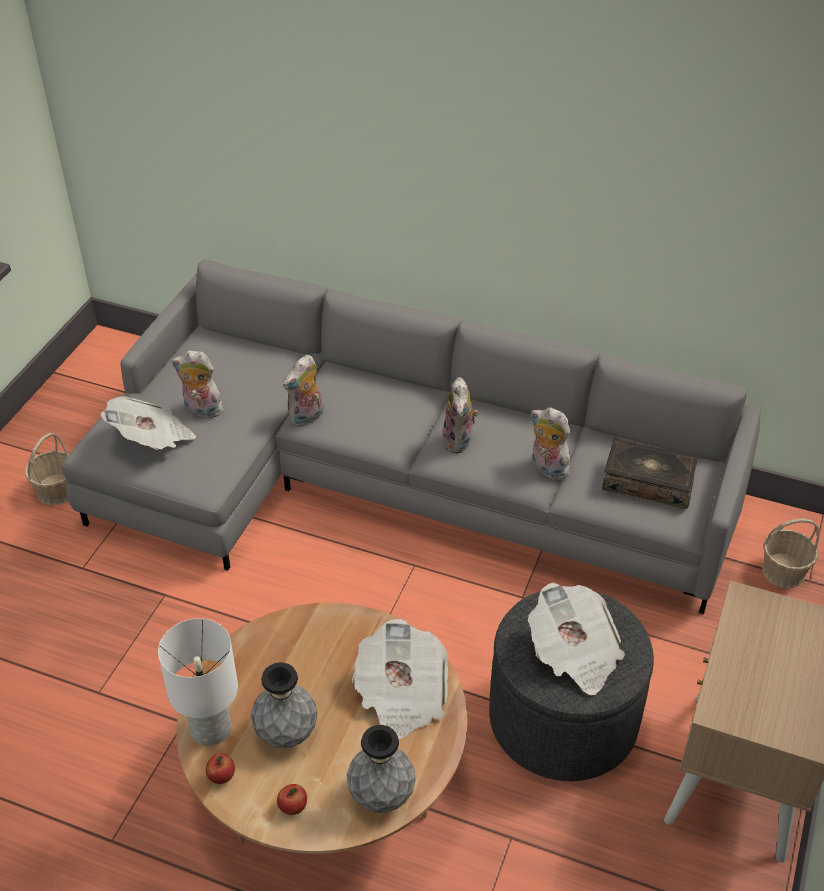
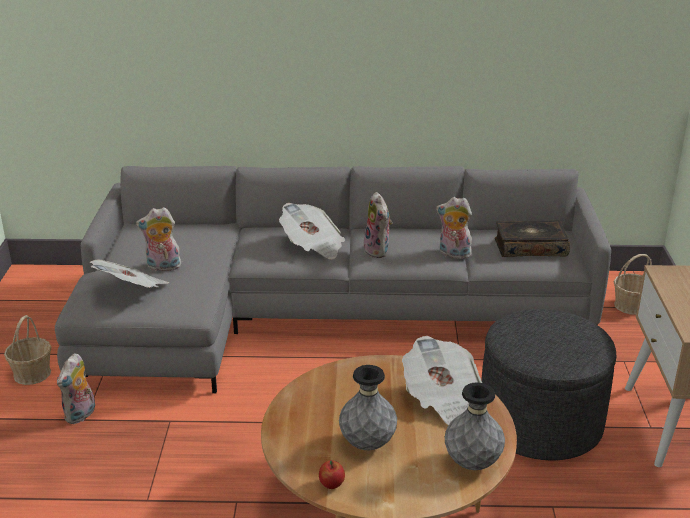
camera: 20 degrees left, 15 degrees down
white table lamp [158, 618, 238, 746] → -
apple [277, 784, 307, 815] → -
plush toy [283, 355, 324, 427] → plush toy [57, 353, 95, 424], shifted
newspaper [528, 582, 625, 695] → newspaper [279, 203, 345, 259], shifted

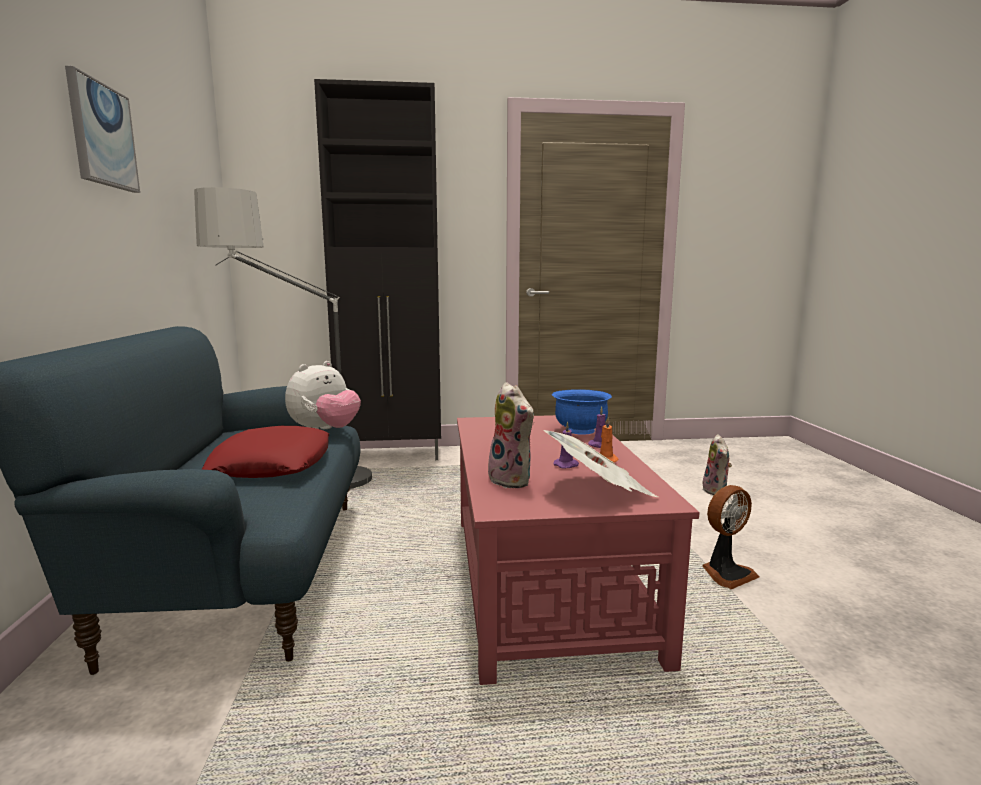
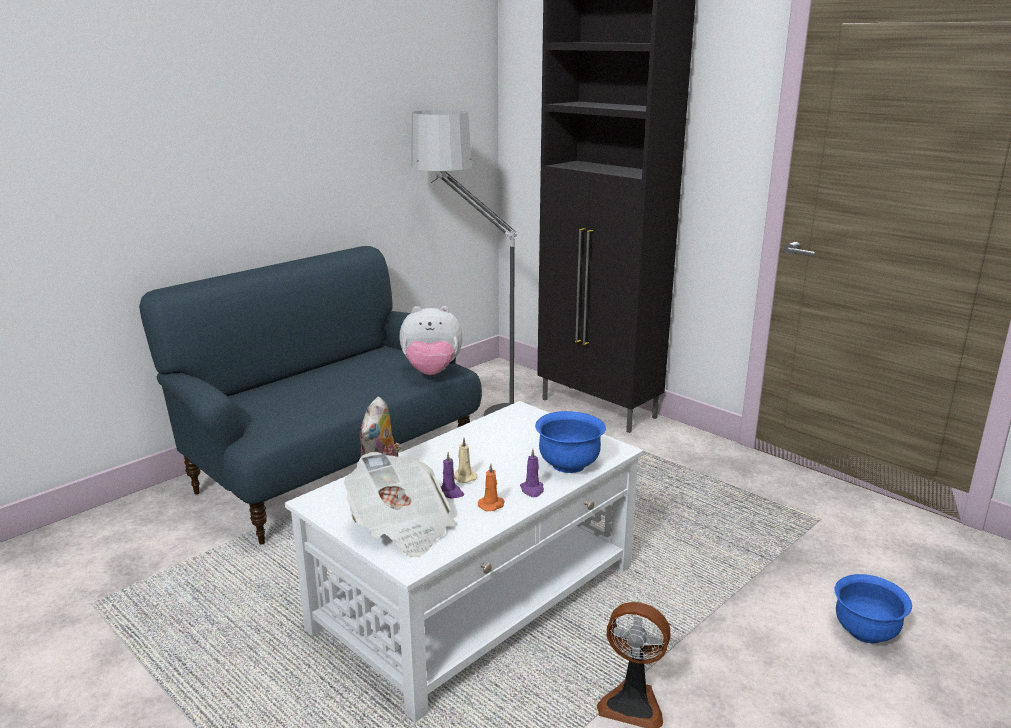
camera: 50 degrees right, 10 degrees up
picture [65, 66, 140, 193] → -
red pillow [201, 426, 329, 478] → -
red coffee table [457, 415, 700, 685] → white coffee table [285, 401, 643, 723]
plush toy [703, 434, 732, 495] → blue bowl [834, 574, 912, 643]
- → beige candle [454, 438, 477, 483]

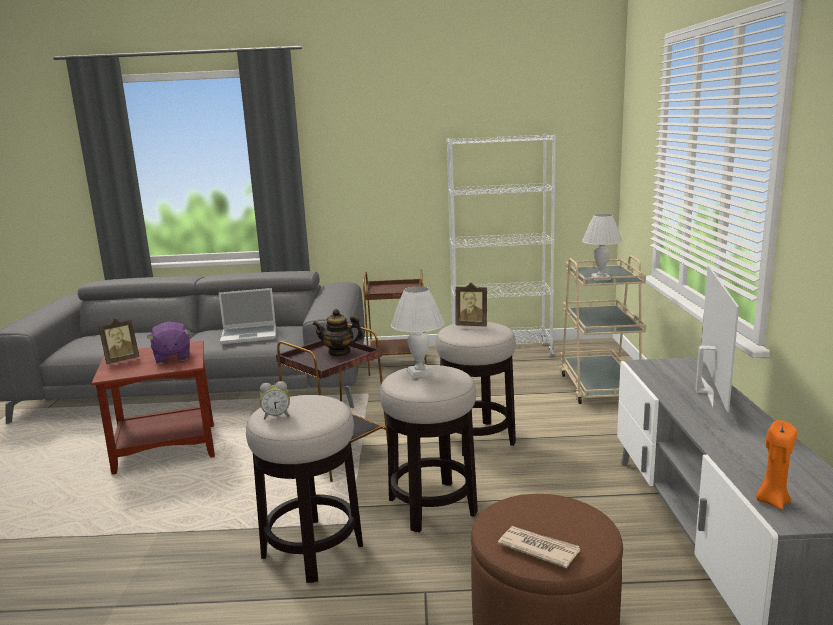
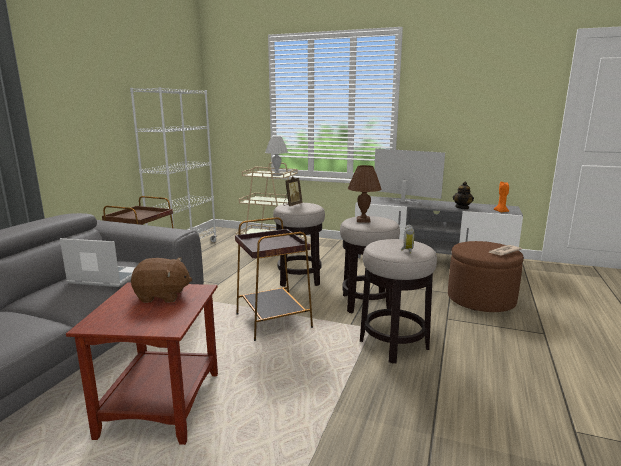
camera: 70 degrees left, 0 degrees up
picture frame [98, 318, 139, 364] → -
purple plush toy [147, 321, 191, 364] → brown plush toy [131, 257, 192, 303]
laptop [219, 288, 276, 344] → laptop [60, 238, 136, 287], 90 degrees counterclockwise
teapot [313, 309, 364, 357] → teapot [453, 181, 474, 209], shifted
white table lamp [391, 286, 445, 378] → brown table lamp [348, 165, 382, 223]

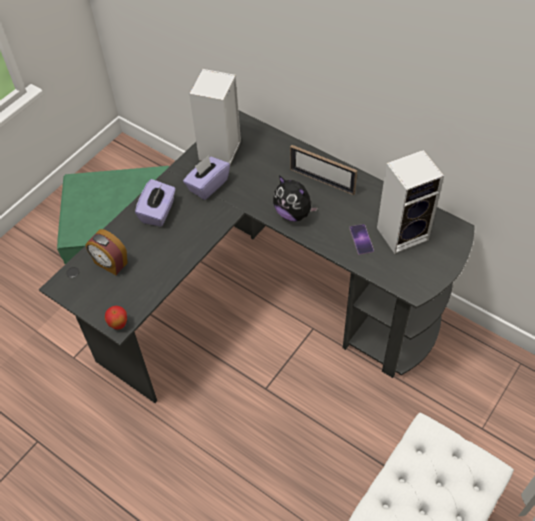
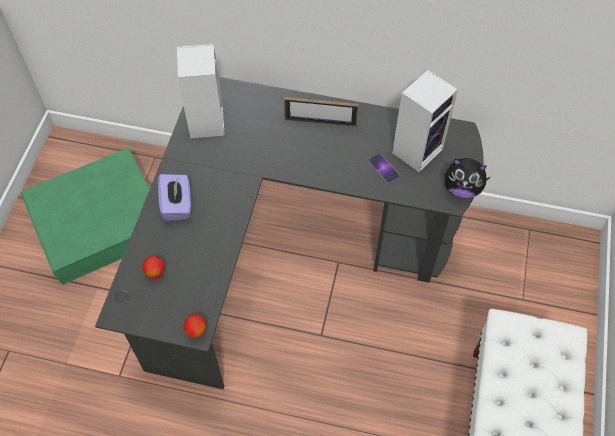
camera: 25 degrees left, 5 degrees up
alarm clock [86, 229, 128, 275] → apple [142, 256, 165, 279]
purple tissue box [183, 156, 230, 200] → -
plush toy [273, 175, 318, 222] → plush toy [445, 158, 491, 198], shifted

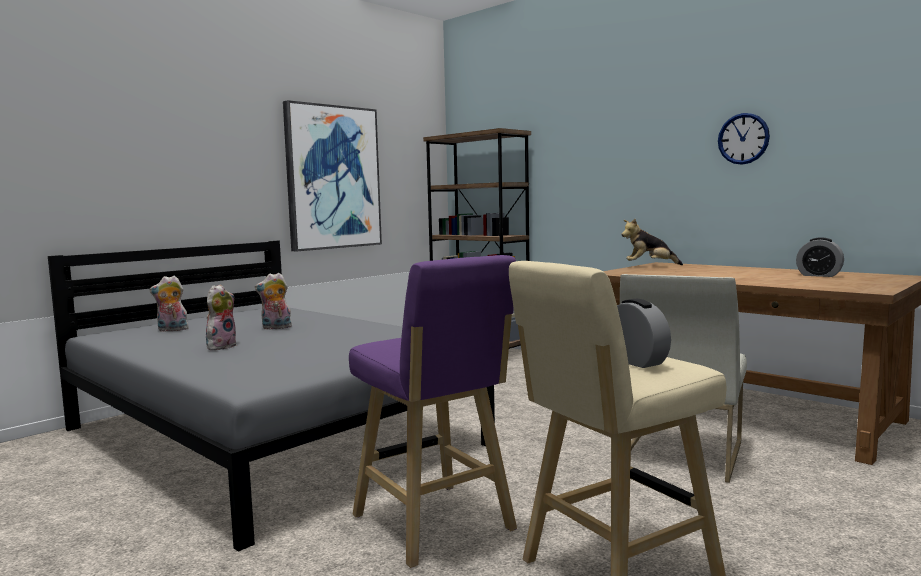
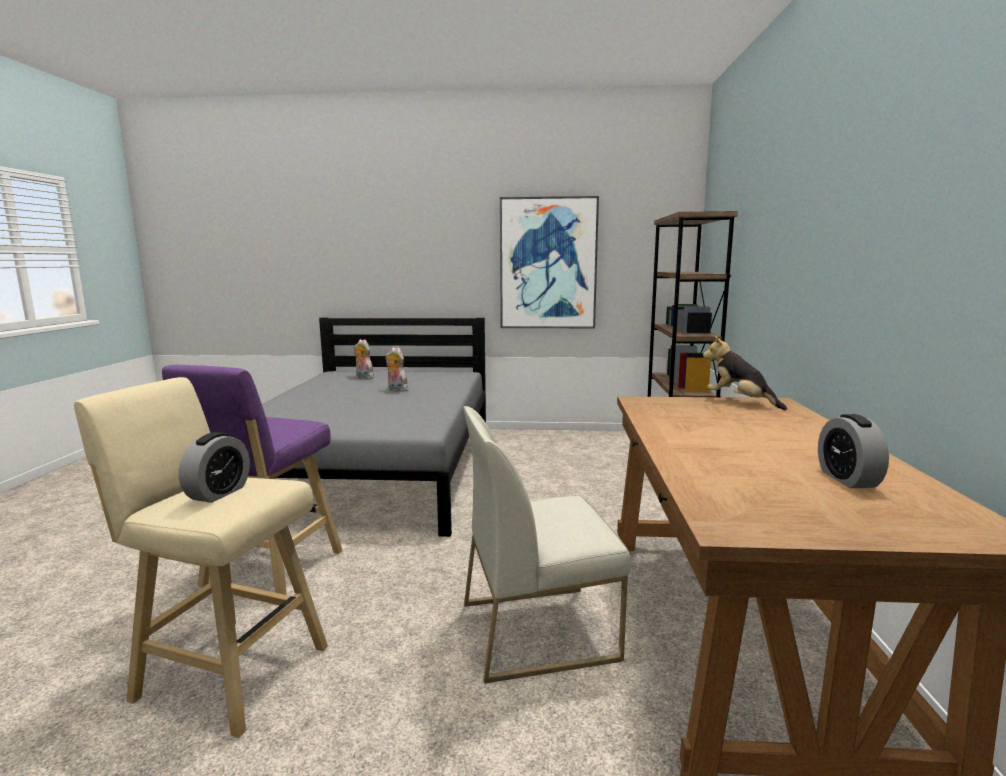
camera: 50 degrees right, 5 degrees up
plush toy [206, 285, 237, 350] → -
wall clock [718, 113, 770, 165] → -

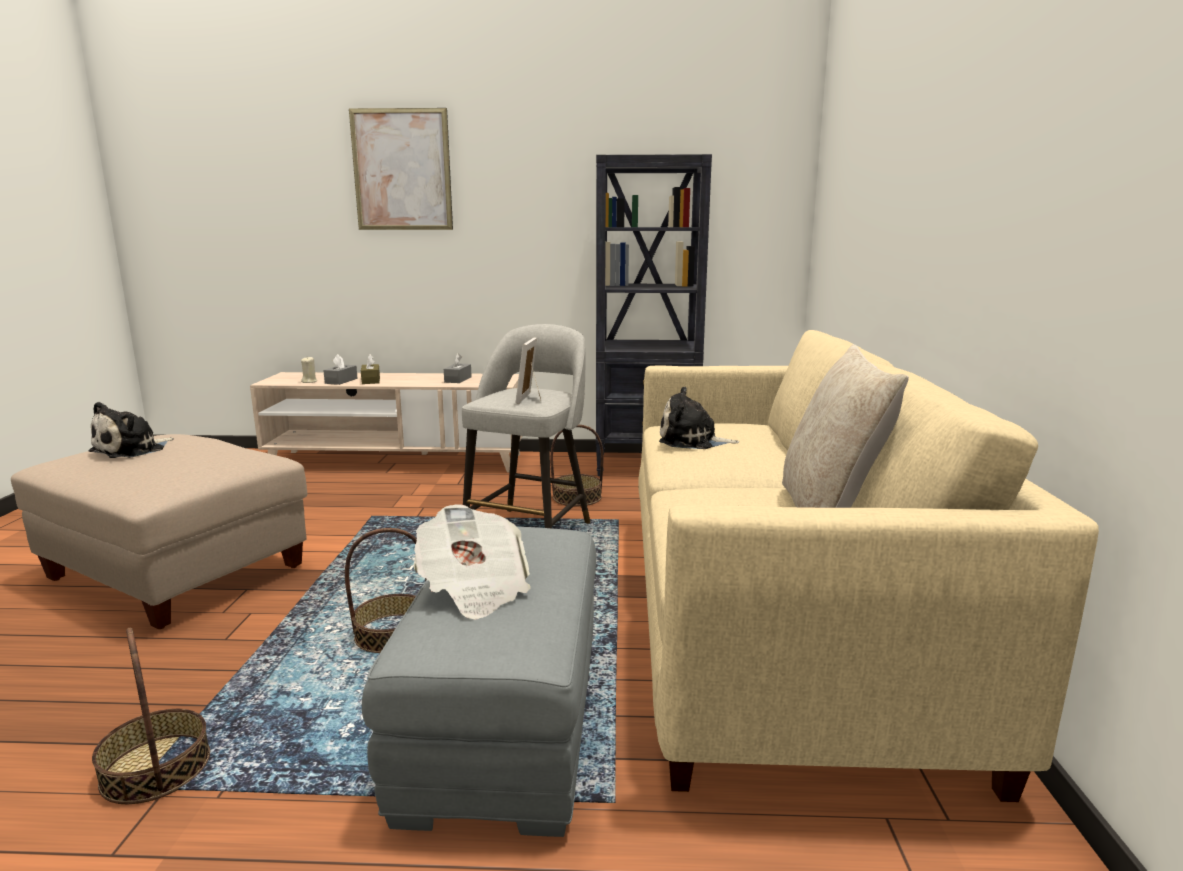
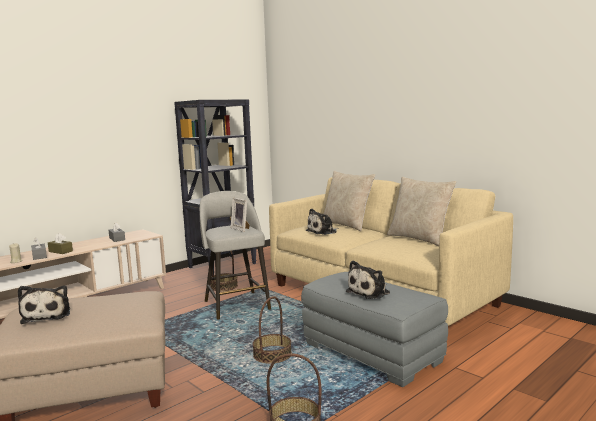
camera: 45 degrees left, 5 degrees down
picture [349, 108, 453, 230] → -
newspaper [413, 504, 531, 620] → plush toy [346, 260, 390, 299]
- → beige pillow [324, 171, 375, 231]

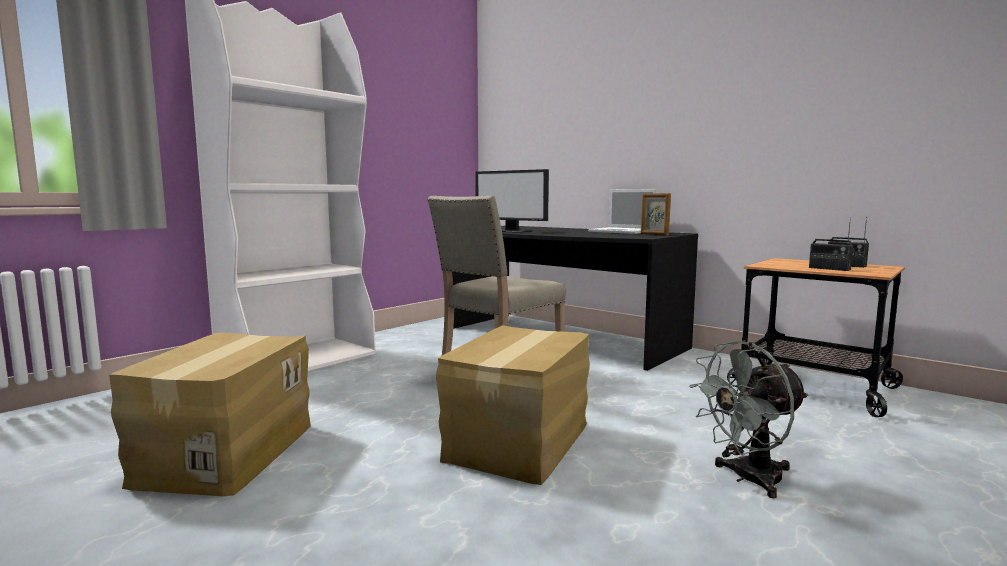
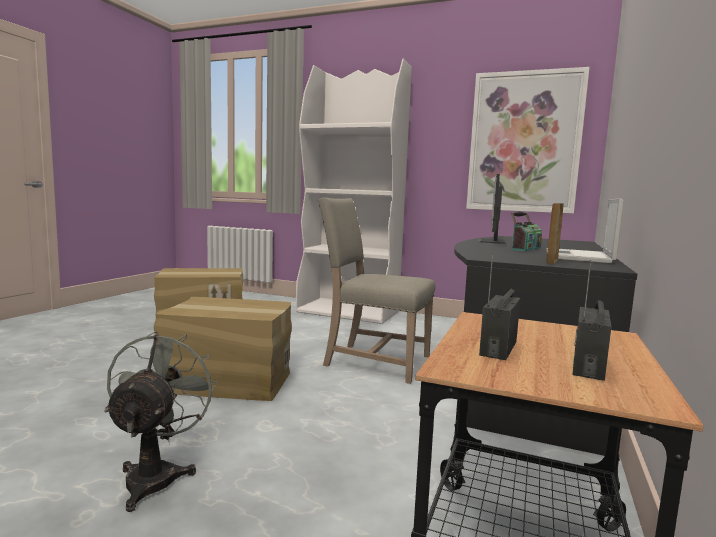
camera: 70 degrees right, 0 degrees up
grey fan [689, 341, 809, 499] → grey fan [104, 331, 218, 512], 45 degrees clockwise
- → picture [466, 67, 590, 214]
- → radio [511, 211, 542, 251]

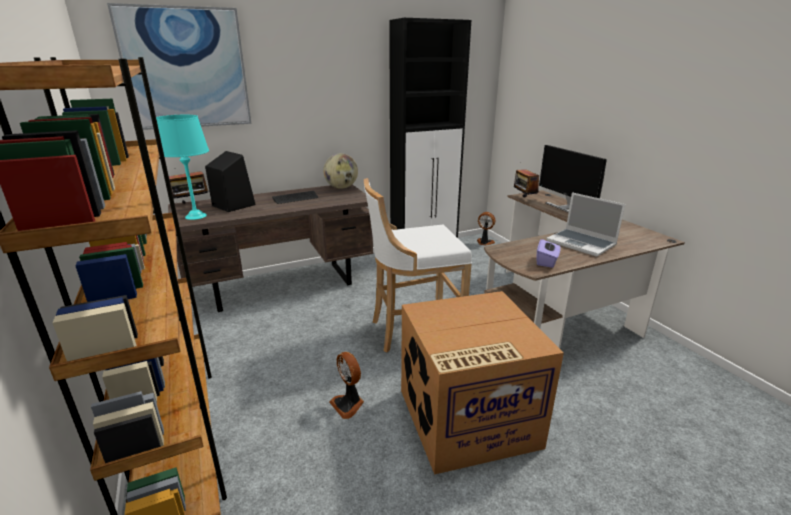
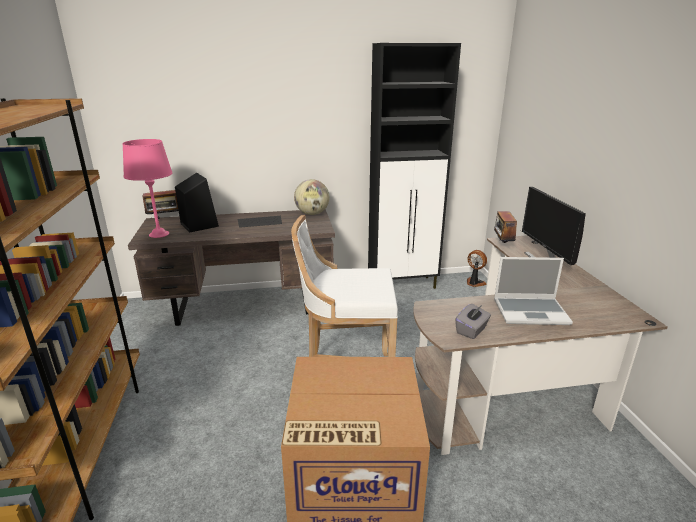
camera: 15 degrees right, 0 degrees up
picture [107, 3, 251, 130] → -
turquoise table lamp [156, 115, 209, 220] → pink table lamp [122, 139, 172, 238]
fan [329, 352, 364, 419] → -
purple tissue box [536, 238, 561, 268] → grey tissue box [455, 304, 491, 339]
laptop [546, 192, 625, 257] → laptop [494, 257, 573, 325], 60 degrees counterclockwise

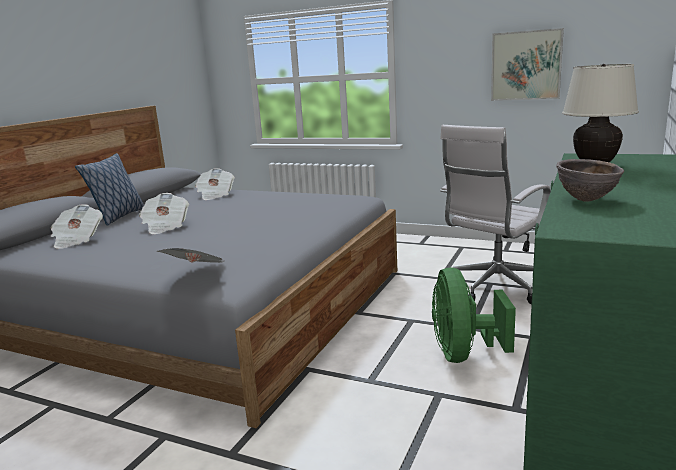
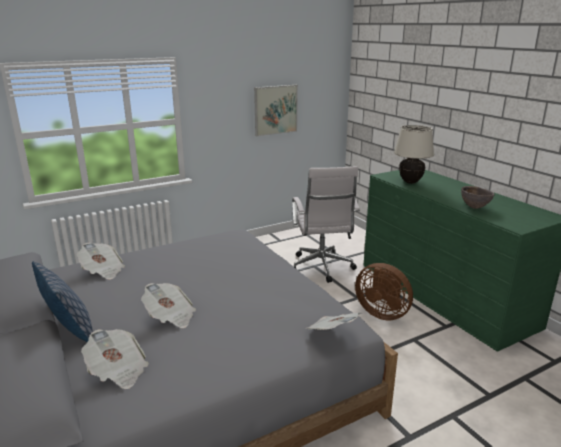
camera: 55 degrees left, 5 degrees up
green fan [432, 267, 516, 363] → brown fan [355, 263, 413, 321]

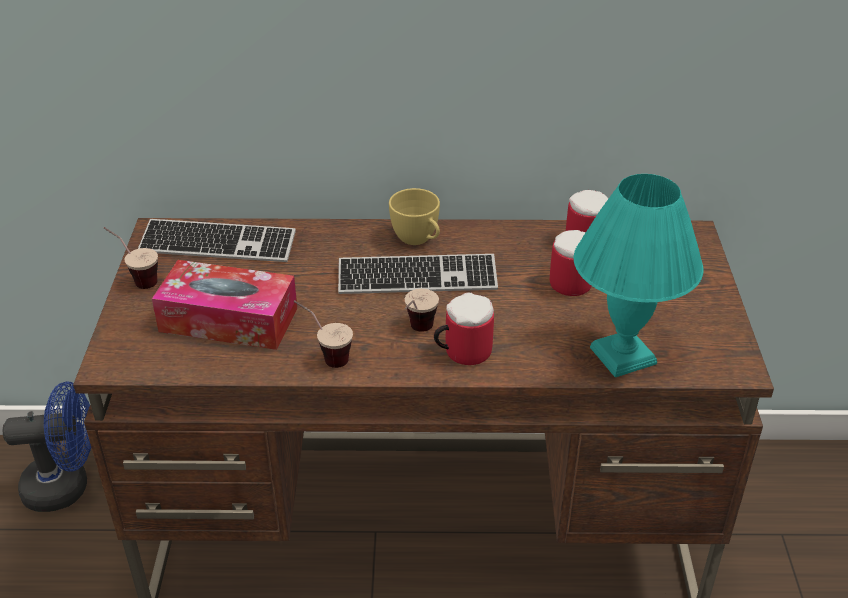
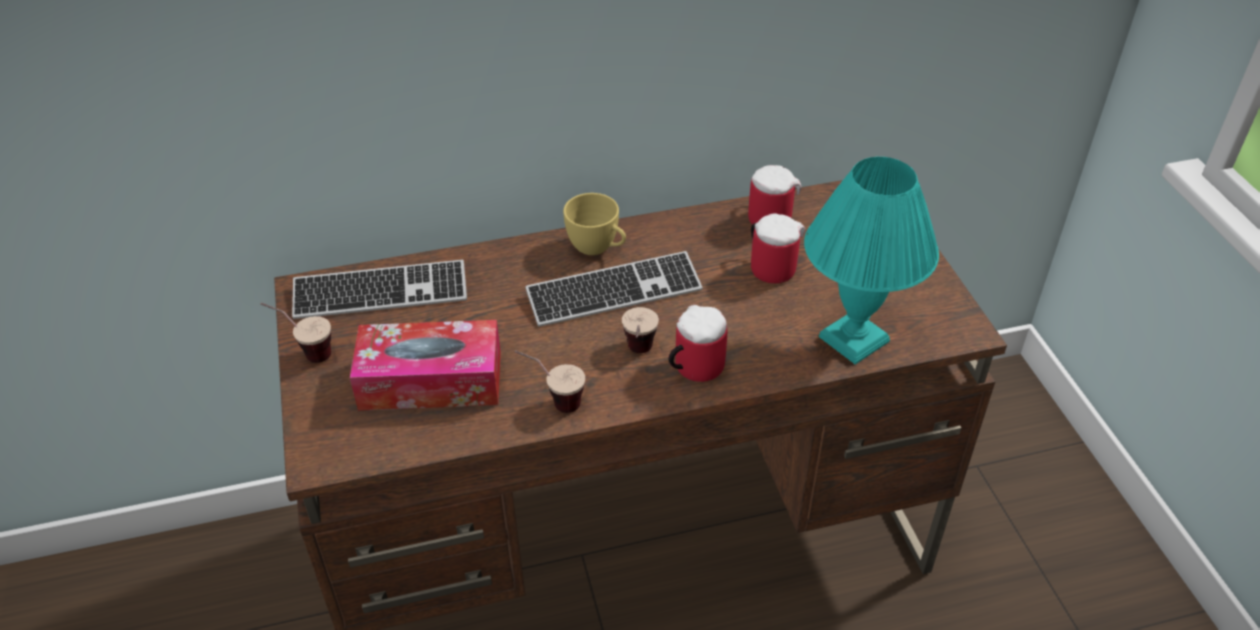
camera: 15 degrees left, 5 degrees up
blue fan [3, 381, 91, 512] → -

